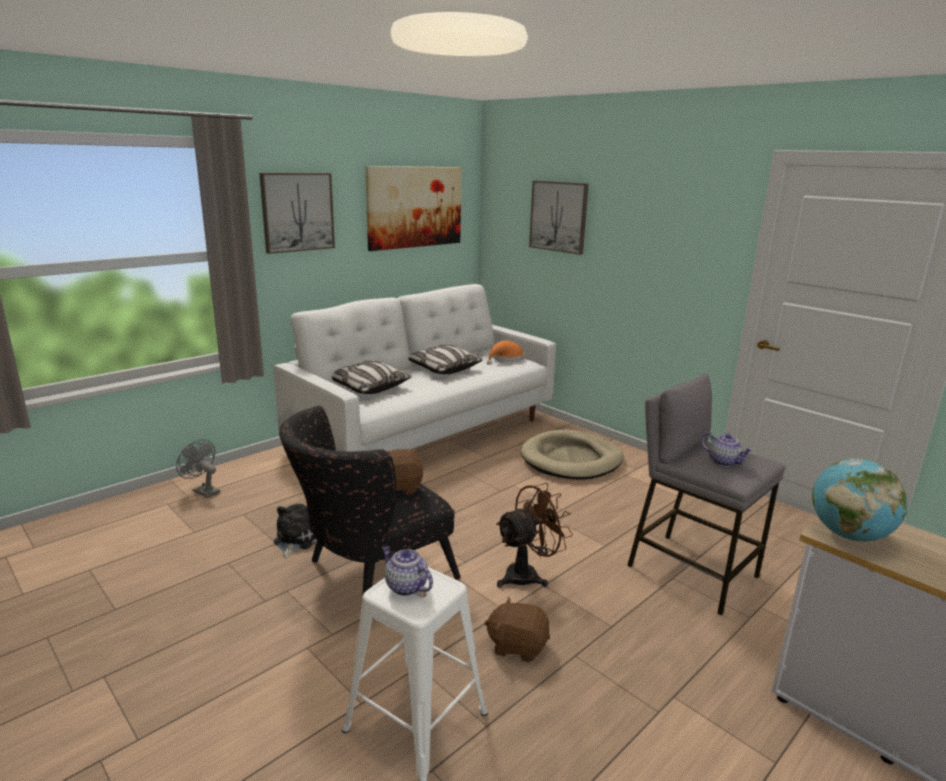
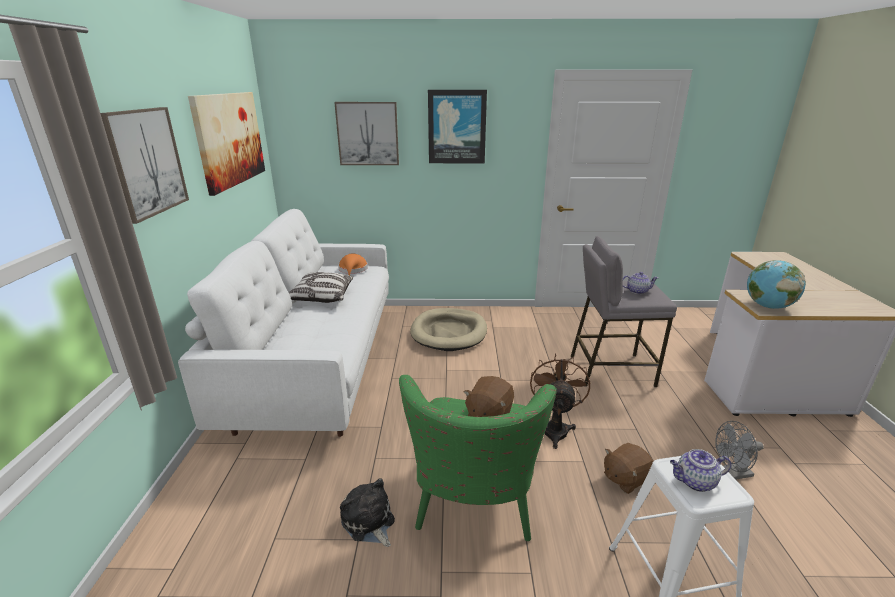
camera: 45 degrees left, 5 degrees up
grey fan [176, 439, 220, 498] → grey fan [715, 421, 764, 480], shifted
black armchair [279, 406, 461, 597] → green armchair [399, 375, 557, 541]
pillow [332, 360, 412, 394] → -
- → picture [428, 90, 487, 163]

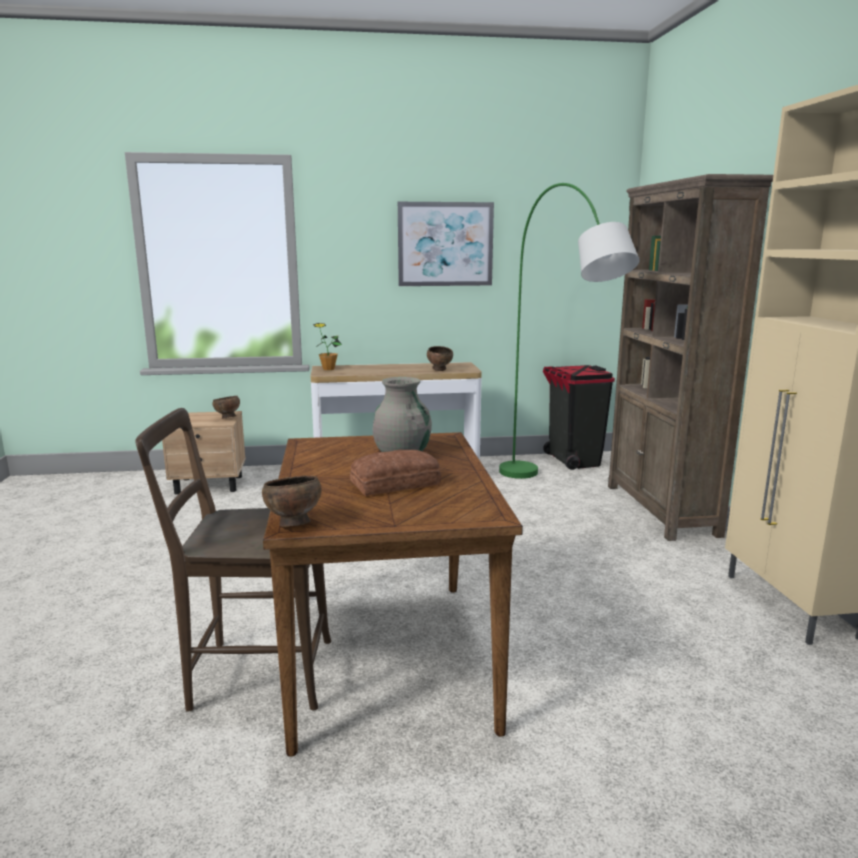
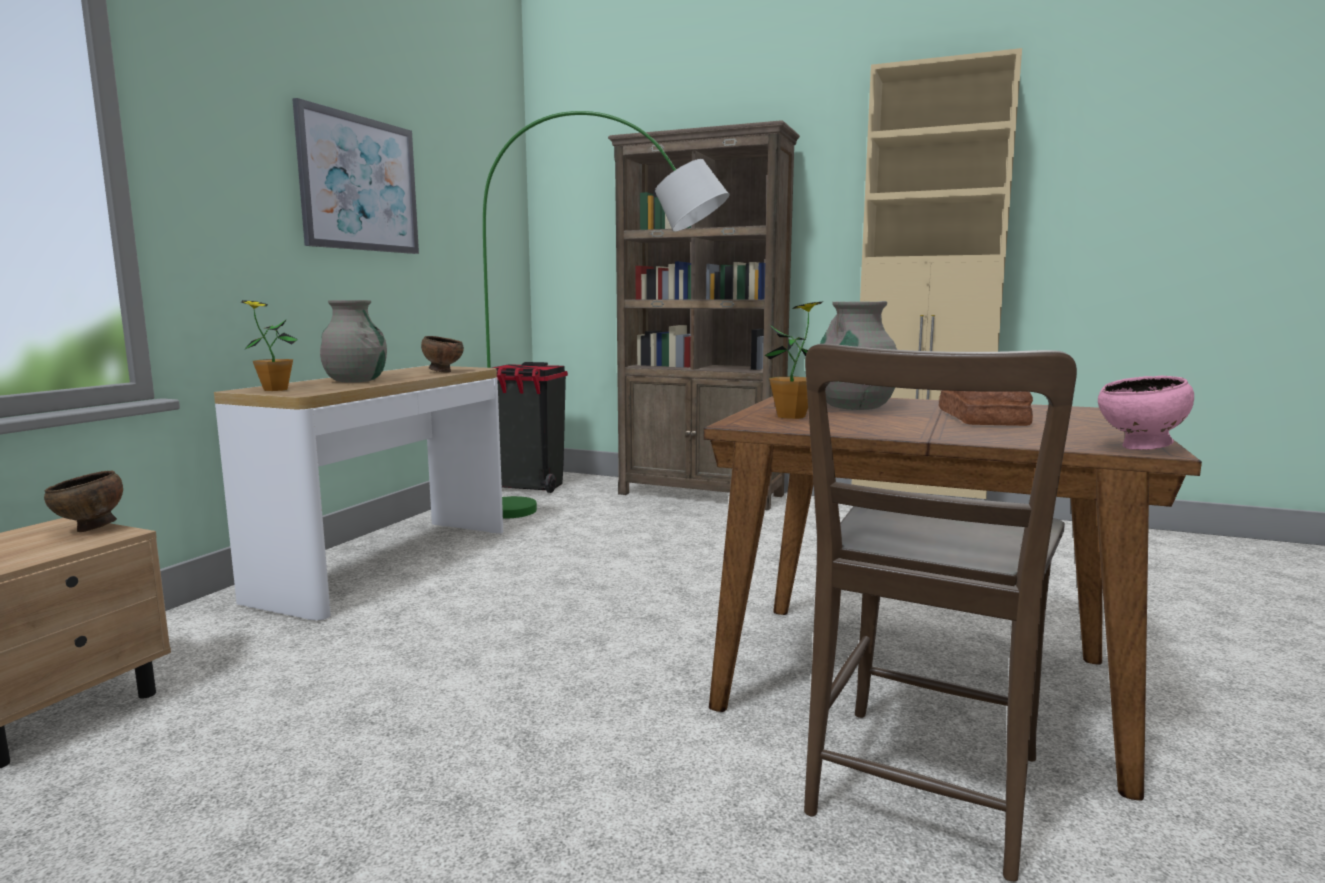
camera: 60 degrees left, 5 degrees down
brown bowl [262, 476, 322, 527] → pink bowl [1098, 376, 1194, 450]
- → grey vase [320, 300, 387, 383]
- → potted plant [765, 302, 822, 419]

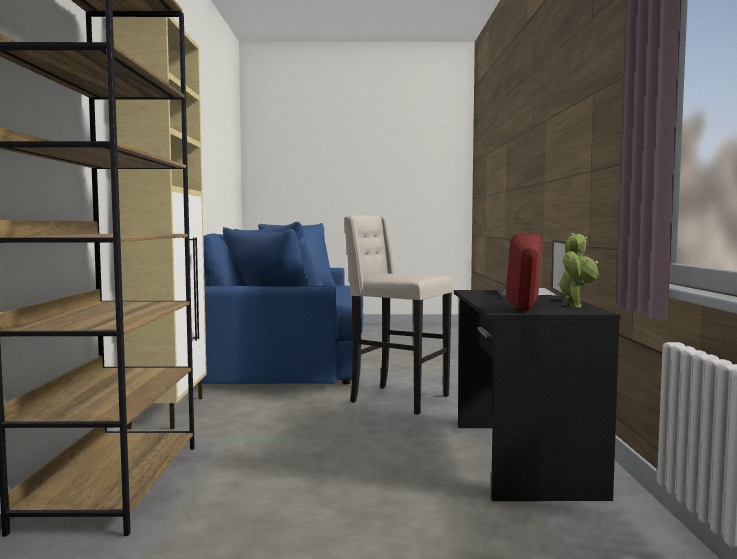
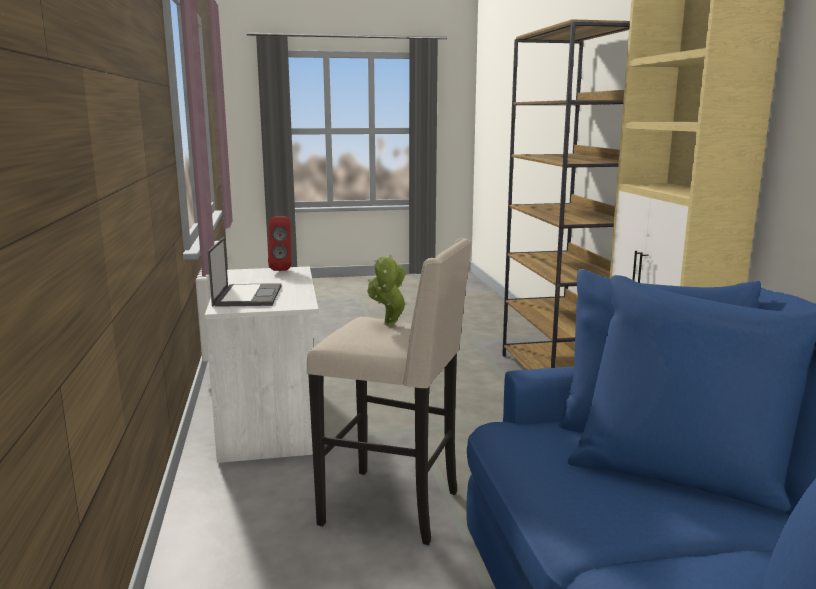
camera: 170 degrees right, 10 degrees up
black desk [454, 290, 620, 501] → white desk [205, 266, 319, 463]
potted plant [557, 233, 599, 308] → potted plant [367, 255, 407, 326], shifted

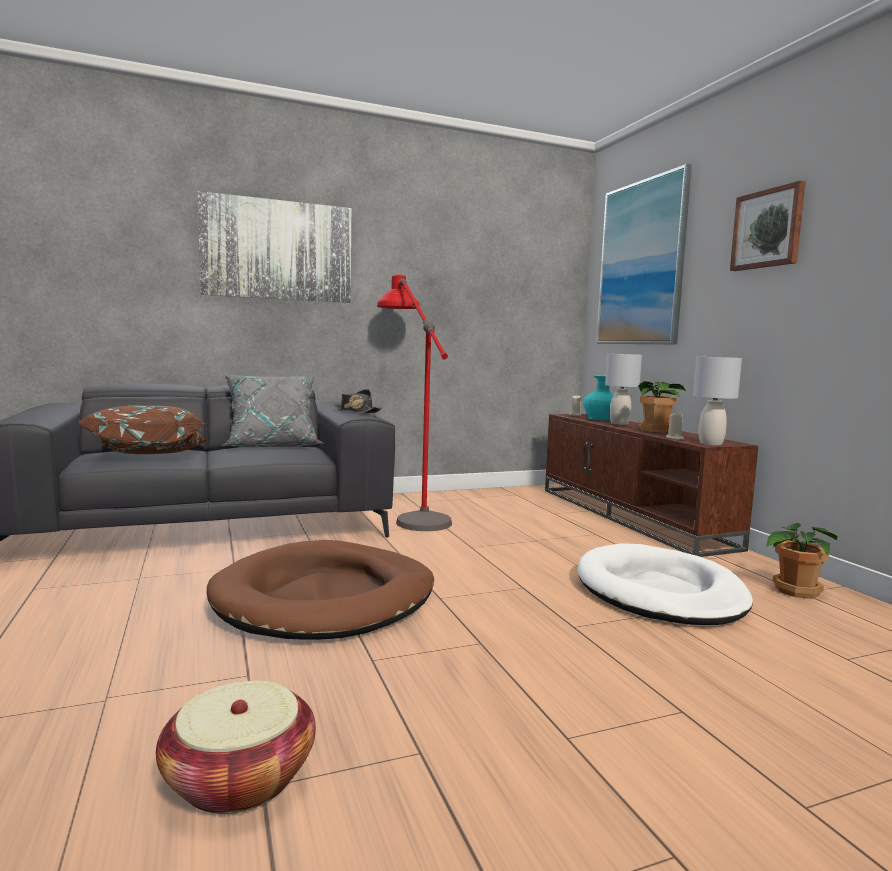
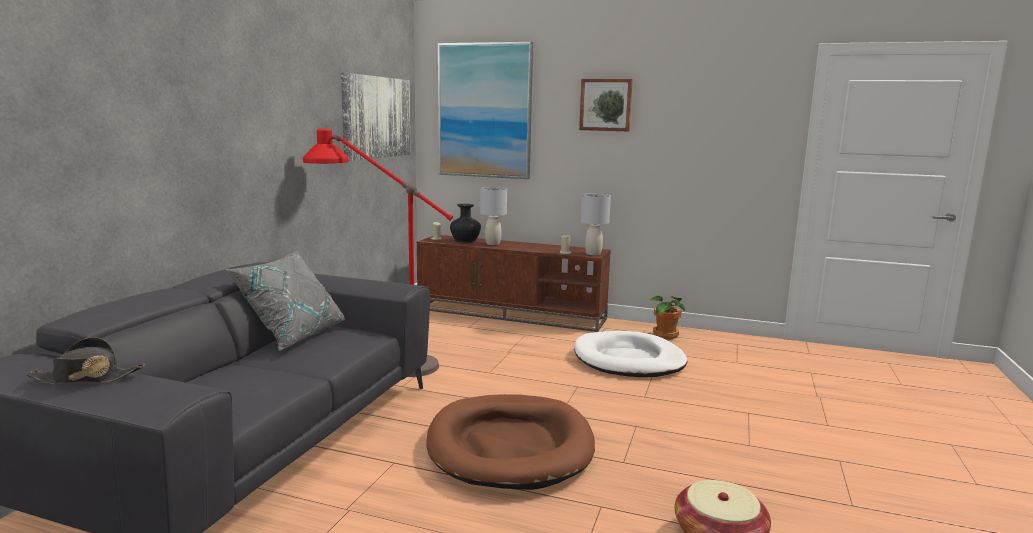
camera: 50 degrees left, 5 degrees up
brown pillow [79, 406, 207, 454] → -
picture [198, 191, 351, 303] → picture [341, 72, 411, 161], shifted
black hat [334, 389, 382, 413] → black hat [26, 337, 146, 384], shifted
turquoise vase [583, 375, 614, 421] → black vase [450, 204, 481, 243]
potted plant [638, 381, 686, 433] → -

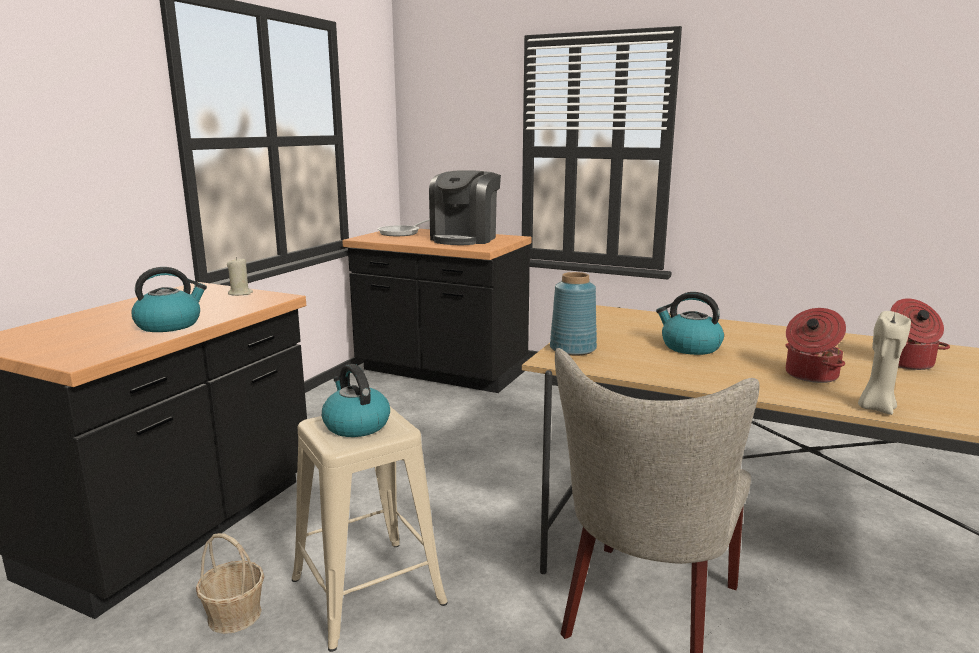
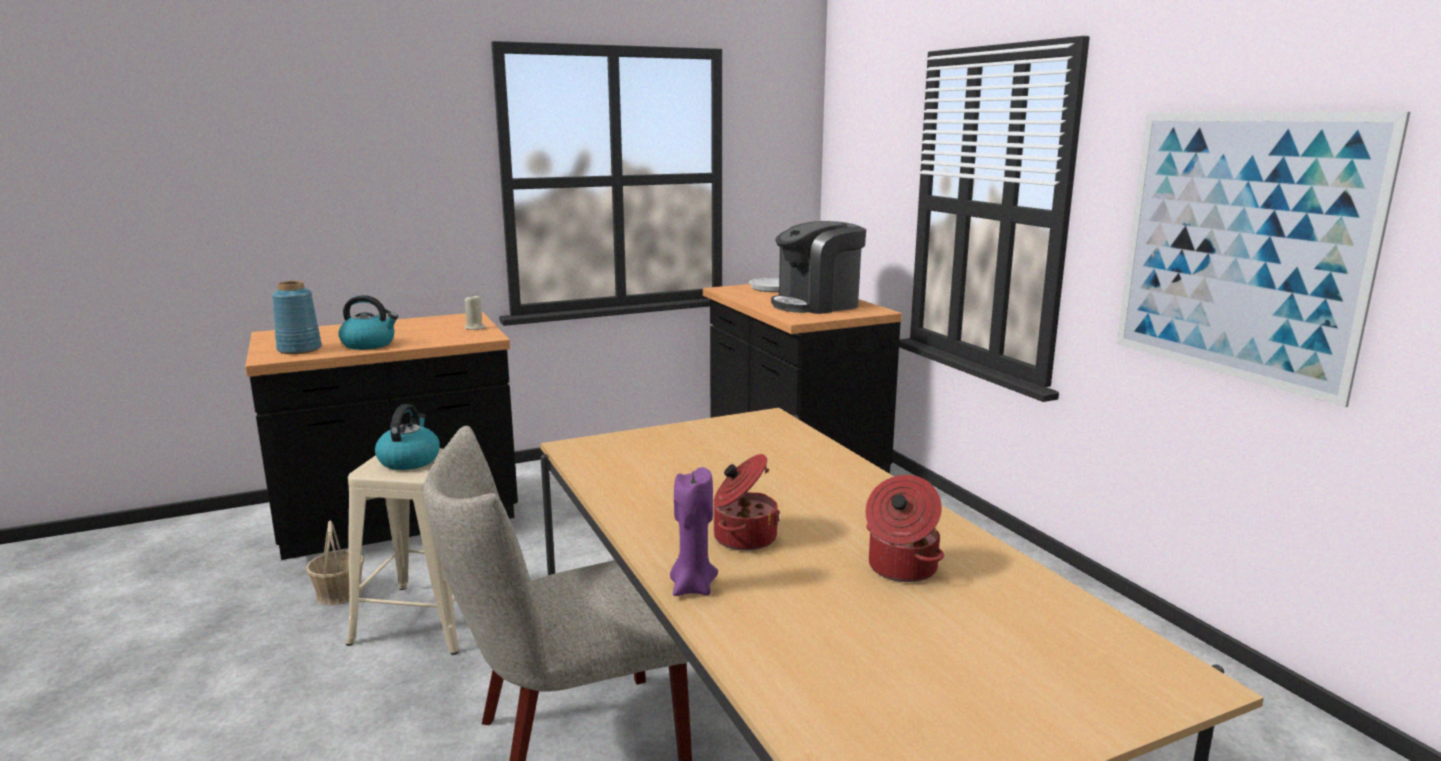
camera: 40 degrees right, 0 degrees up
blue vase [550, 272, 597, 356] → blue vase [272, 281, 322, 354], shifted
kettle [656, 292, 724, 355] → -
beige candle [858, 311, 911, 415] → purple candle [670, 467, 718, 596]
- → picture [1117, 111, 1410, 407]

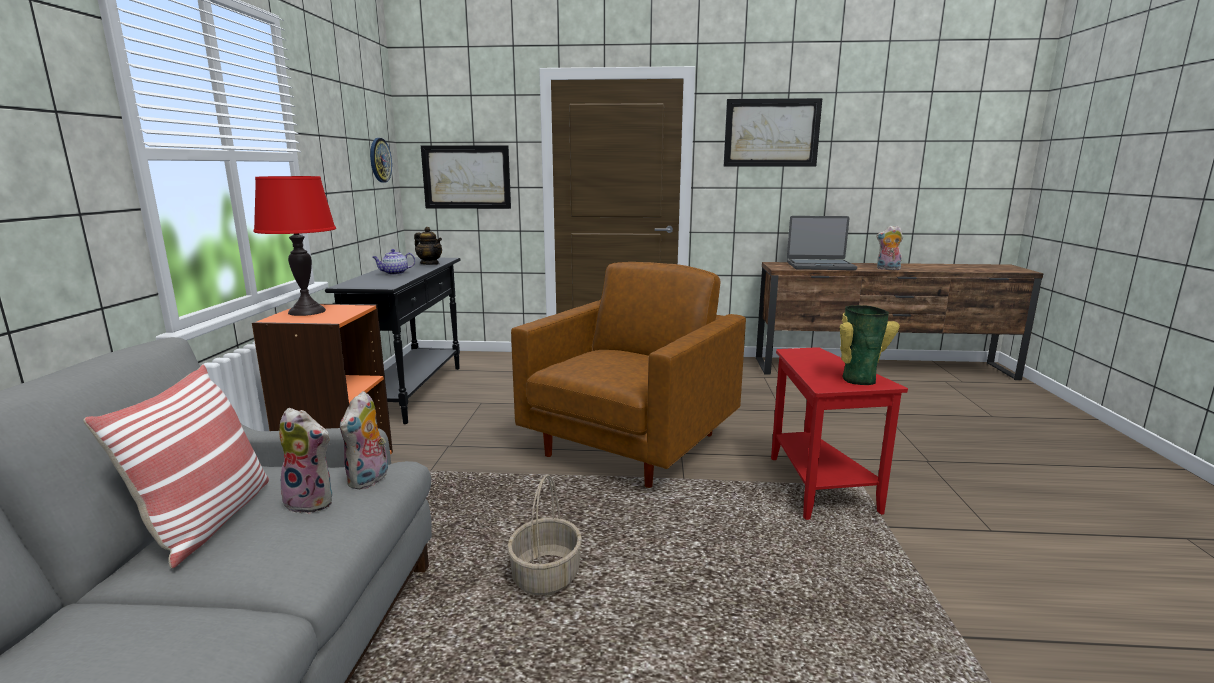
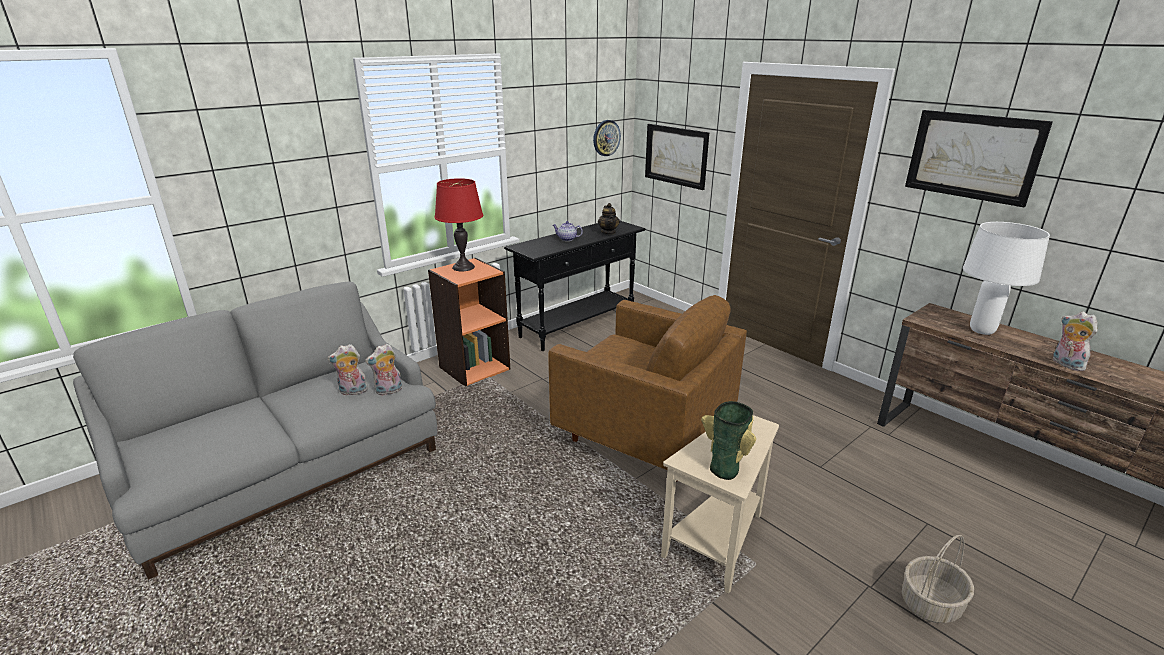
camera: 45 degrees right, 10 degrees up
pillow [83, 365, 269, 569] → -
plush toy [279, 408, 332, 514] → plush toy [327, 344, 368, 396], 105 degrees clockwise
basket [507, 475, 582, 595] → basket [902, 535, 974, 623], shifted
brown armchair [511, 262, 746, 488] → brown armchair [548, 295, 747, 482], 45 degrees clockwise
red side table [771, 347, 908, 520] → beige side table [661, 415, 779, 594]
laptop [787, 216, 857, 270] → white table lamp [963, 222, 1050, 335]

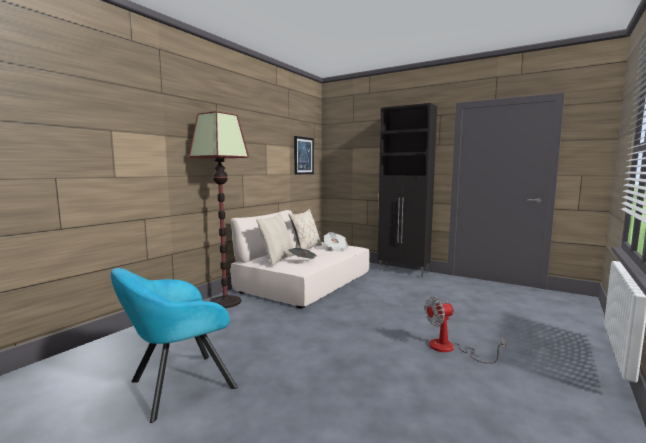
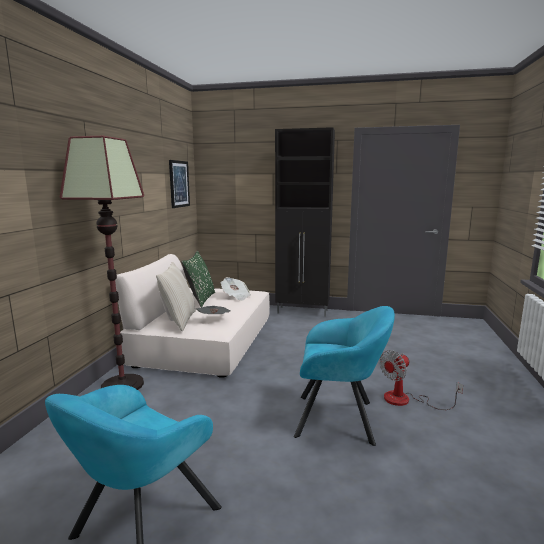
camera: 20 degrees left, 5 degrees up
beige pillow [289, 209, 322, 250] → green pillow [181, 251, 215, 307]
- → turquoise armchair [294, 306, 395, 446]

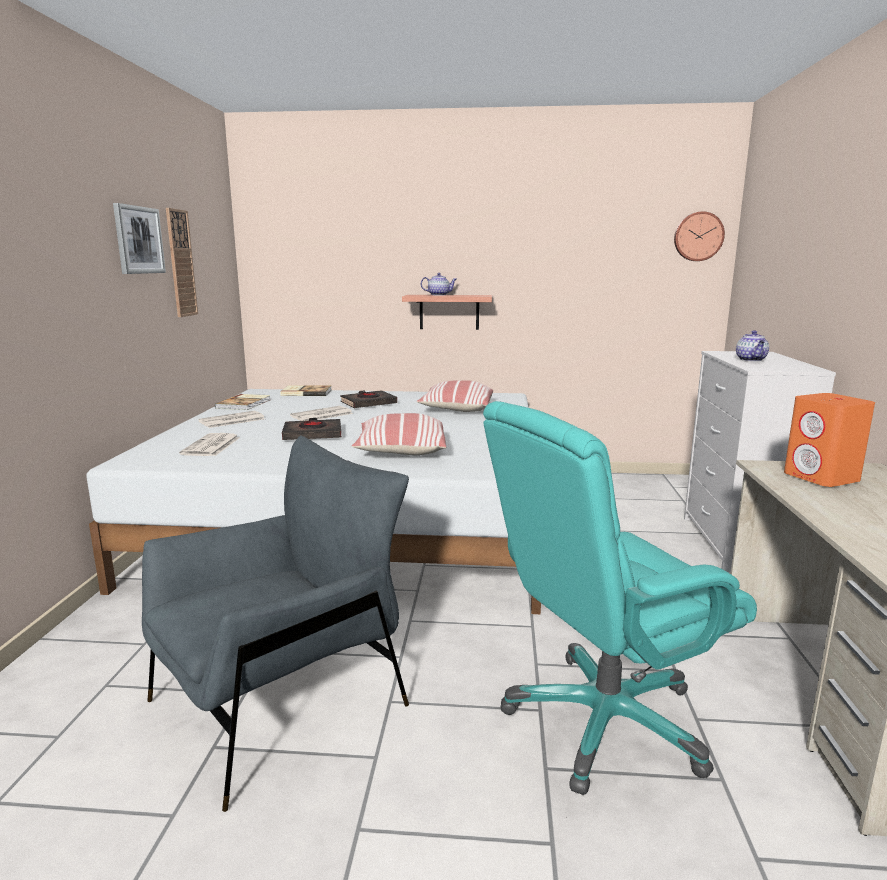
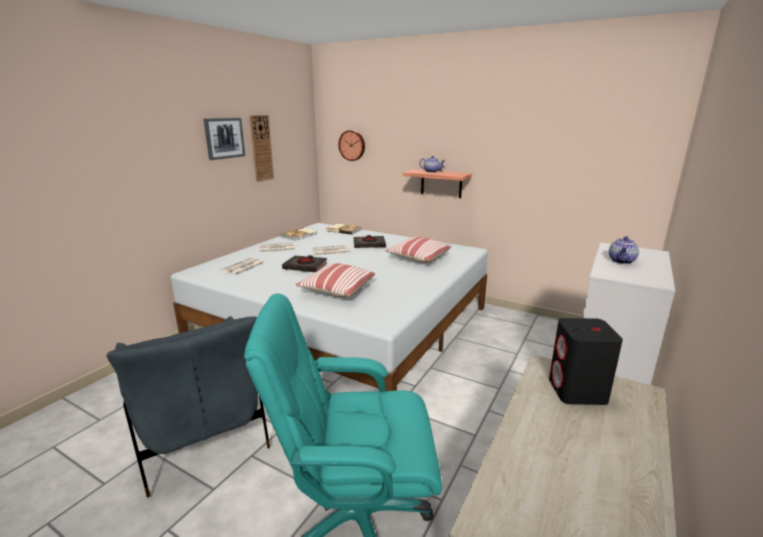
camera: 25 degrees right, 5 degrees up
grey armchair [142, 436, 409, 812] → grey armchair [106, 316, 270, 498], 75 degrees clockwise
wall clock [674, 211, 725, 261] → wall clock [338, 130, 365, 161], shifted
orange speaker [784, 393, 875, 487] → black speaker [549, 318, 623, 405]

